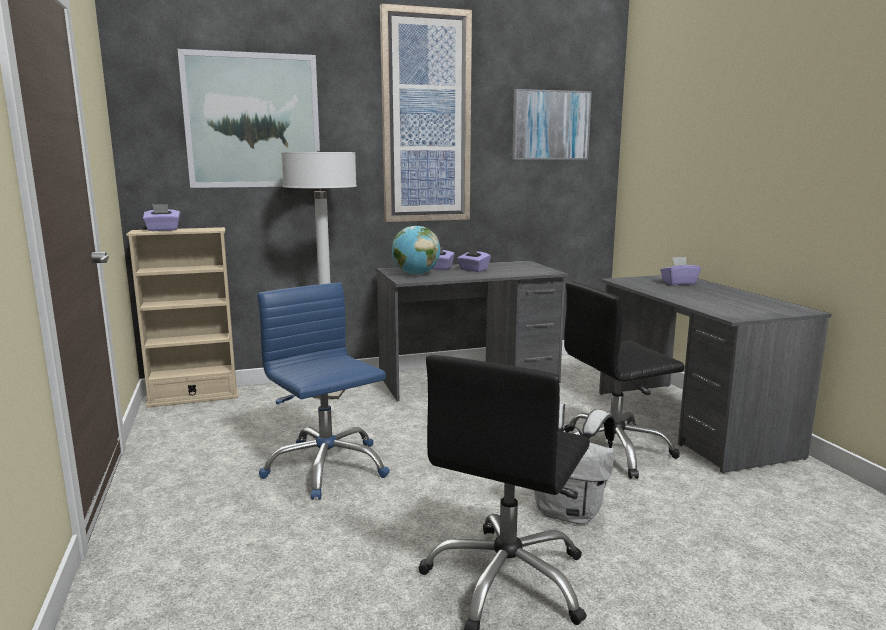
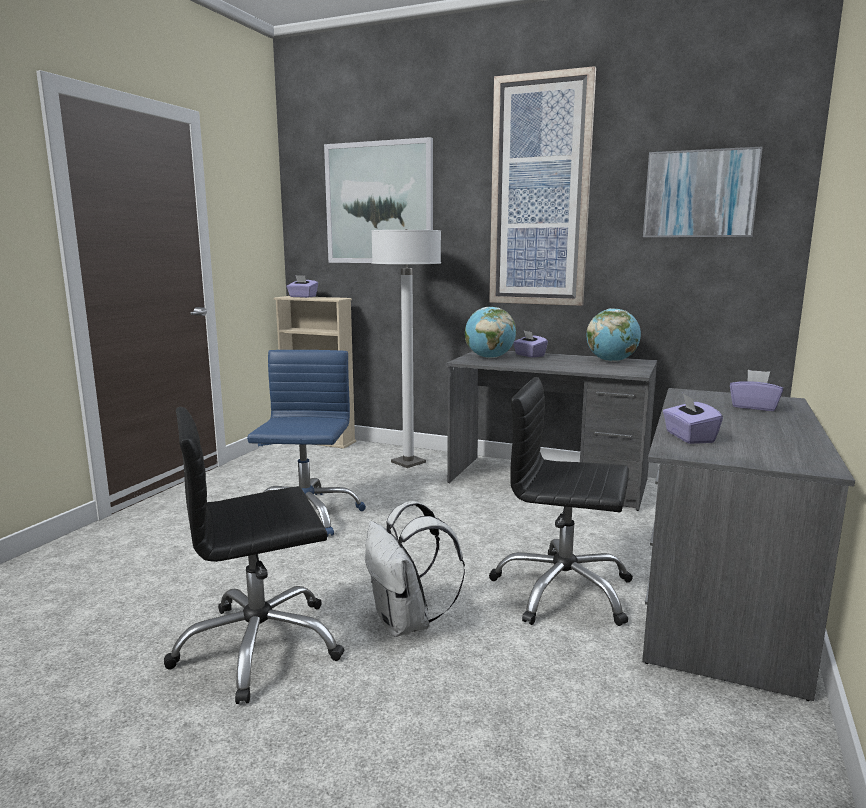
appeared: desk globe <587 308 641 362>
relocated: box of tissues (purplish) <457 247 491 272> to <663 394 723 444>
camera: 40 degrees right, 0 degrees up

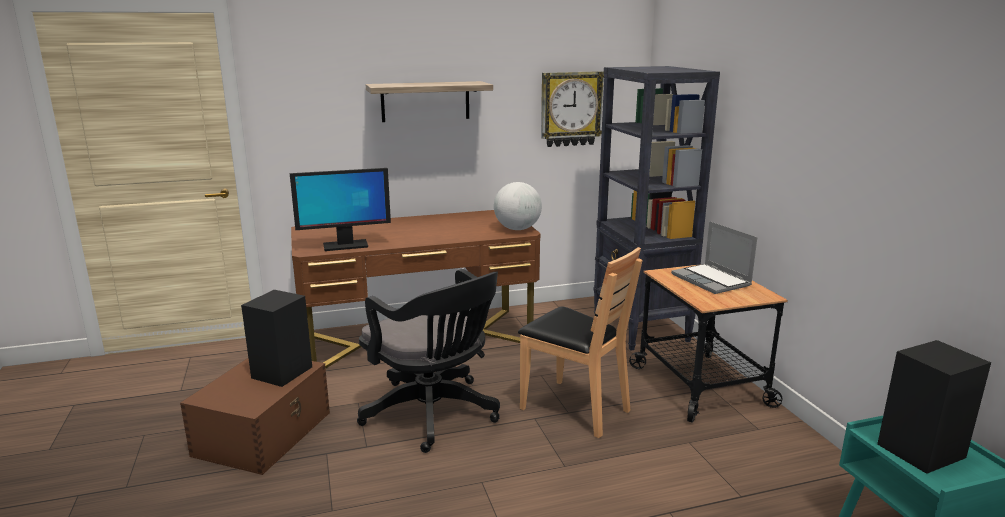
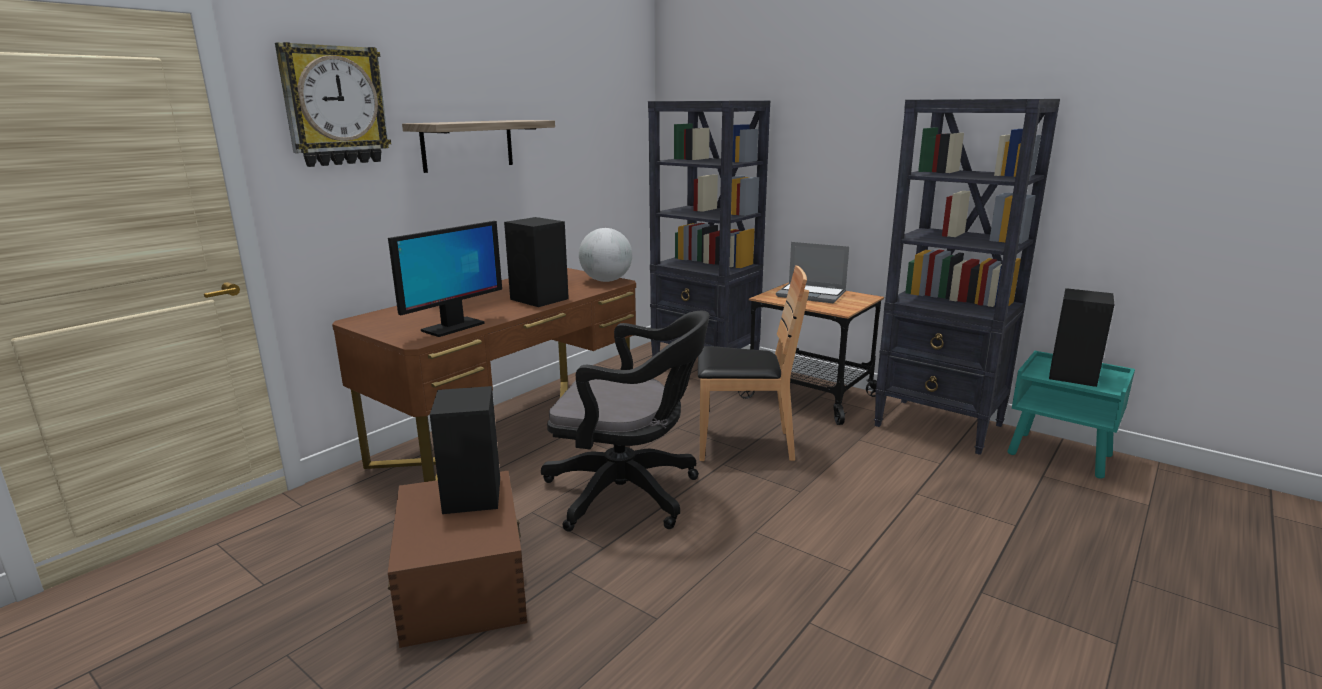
appeared: speaker (black) <504 217 569 307>; shelving unit (black) <874 99 1060 455>
relocated: clock on the wall <541 71 604 147> to <275 42 391 167>
camera: 35 degrees left, 0 degrees up

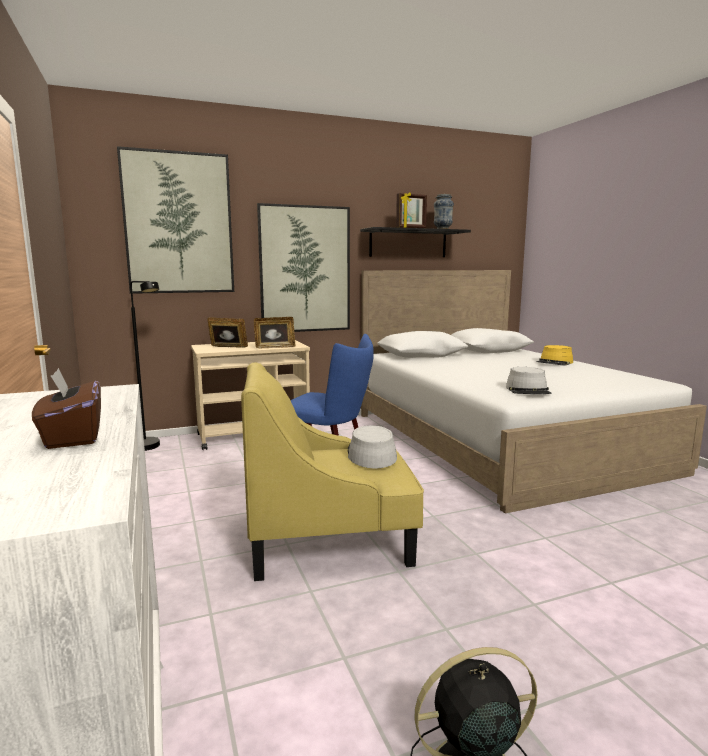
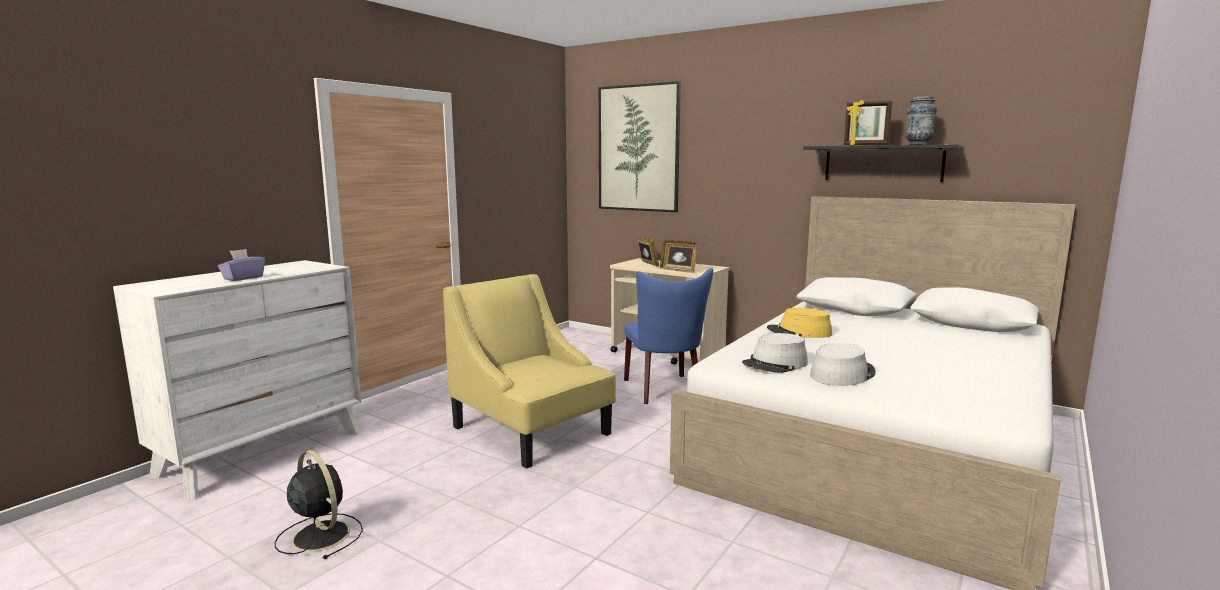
missing: standing lamp (black) <130 281 160 451>; picture <257 203 350 332>
relocated: hat (grey) <348 425 397 468> to <810 343 876 386>; hat (yellow-coloured) <536 345 573 366> to <767 308 832 338>
colour: box of tissues (brown-coloured) <32 368 101 449> to box of tissues (purplish) <218 249 265 281>
camera: 55 degrees right, 0 degrees up

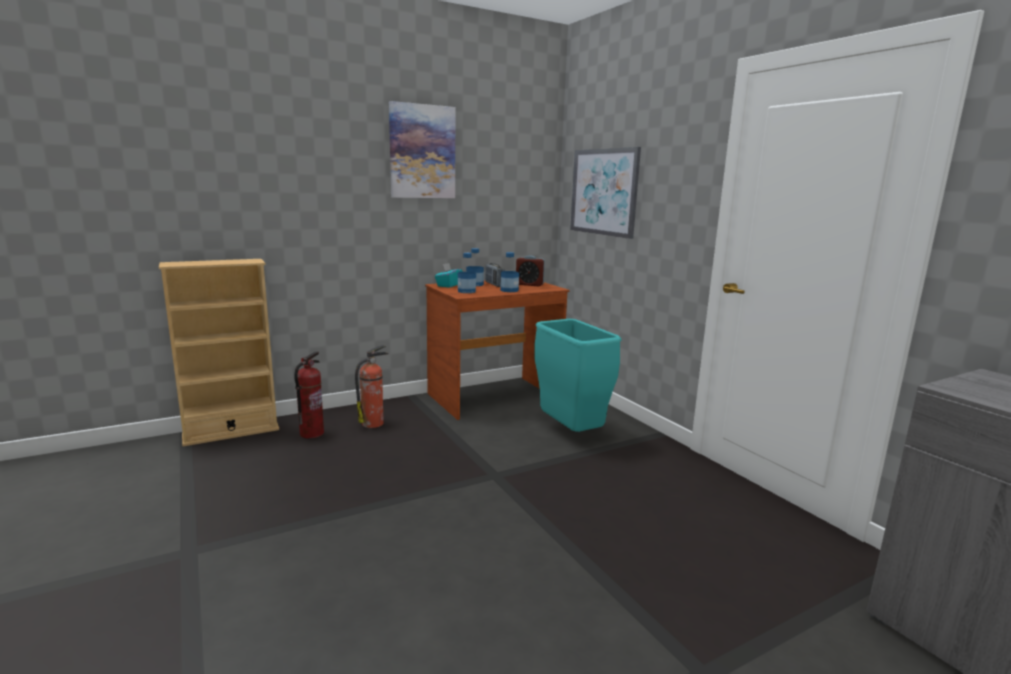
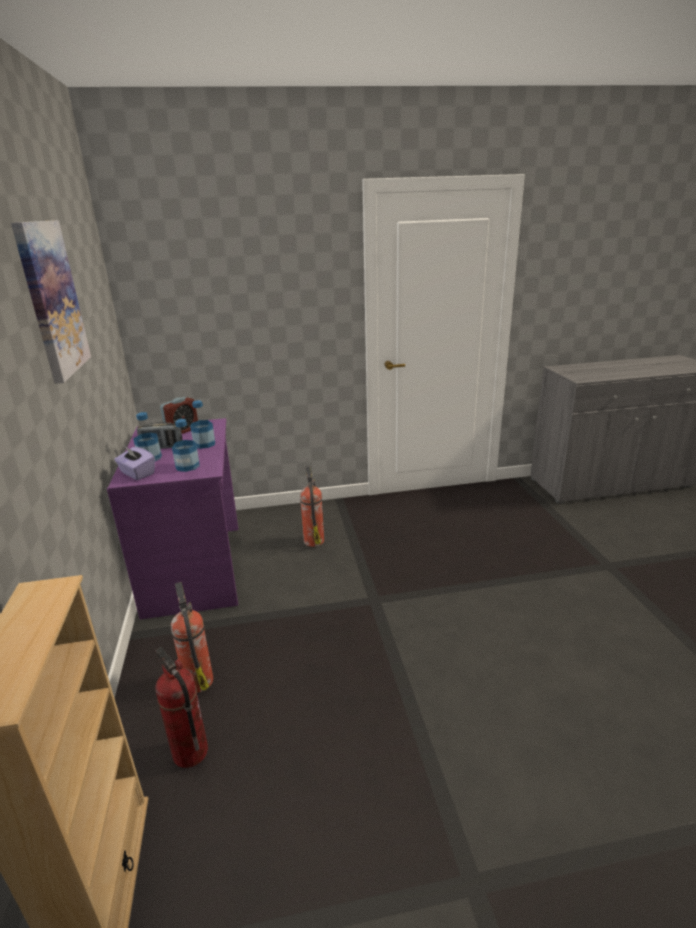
missing: picture <570 147 641 239>
exchanged: rubbish bin (blue-green) <534 319 621 432> to extinguisher <300 466 324 547>
colour: desk table (brown-coloured) <425 280 569 420> to desk table (purplish) <107 418 238 620>; box of tissues (blue-green) <435 263 462 288> to box of tissues (purplish) <114 447 155 480>
camera: 70 degrees left, 10 degrees up

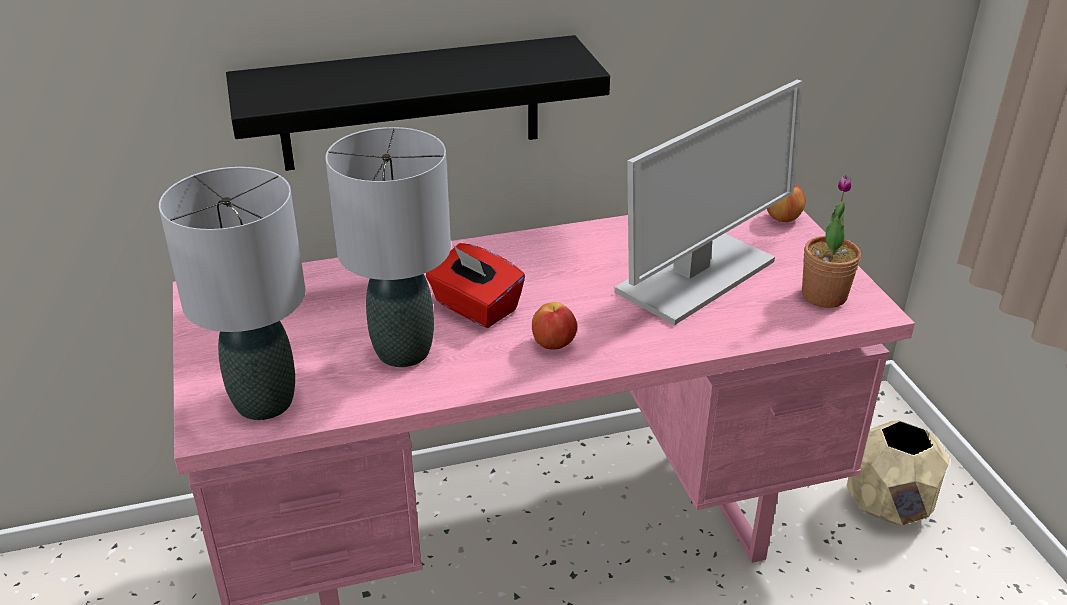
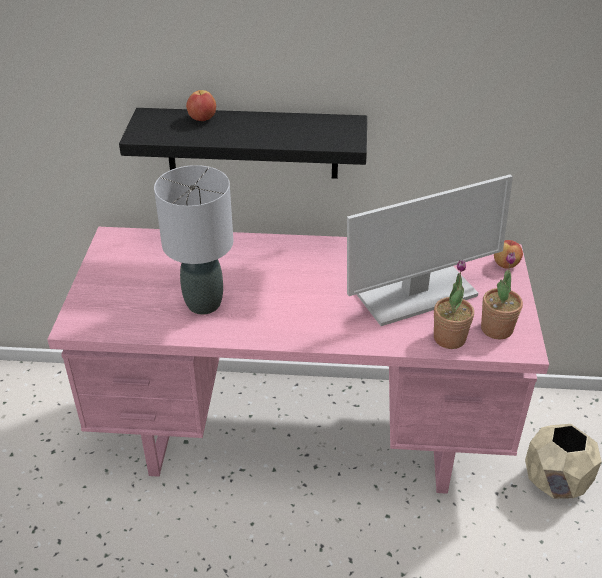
missing: tabletop lamp (grey) <159 167 306 420>; box of tissues (red-coloured) <426 243 525 328>
appeared: potted plant <434 260 474 349>
relocated: whole apple <532 302 577 350> to <186 90 216 121>
camera: 20 degrees right, 5 degrees up

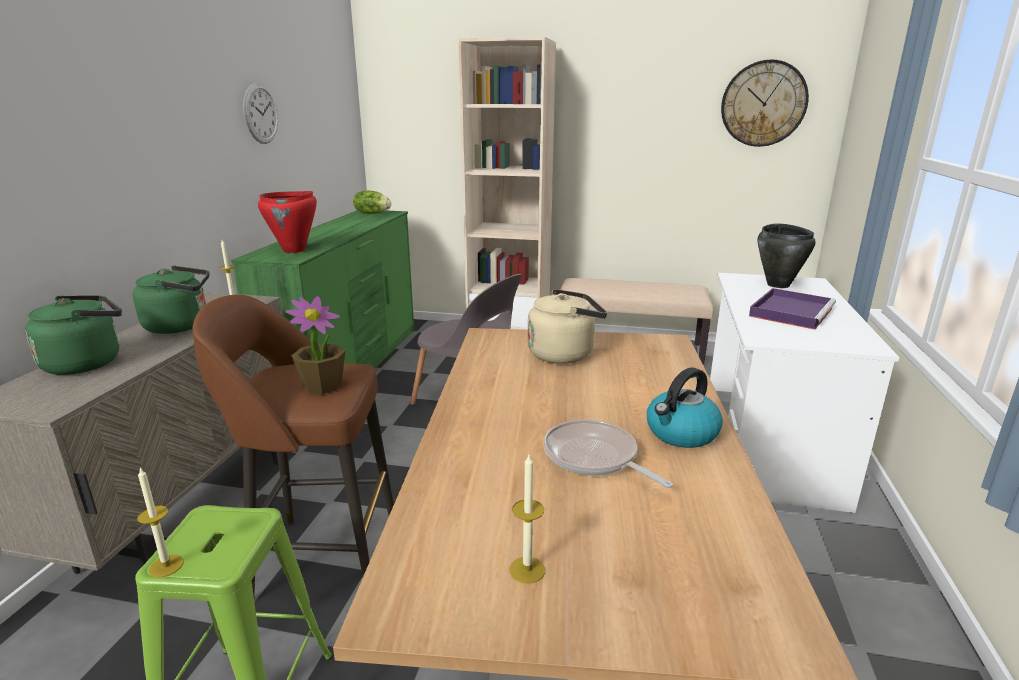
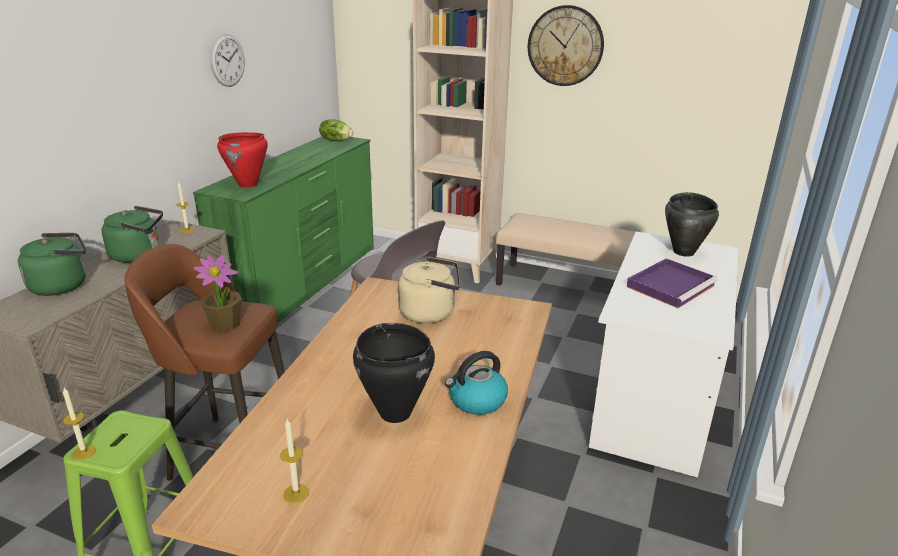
relocated: clock on the wall <721 60 809 147> to <528 5 604 86>
exchanged: frying pan <543 419 673 488> to cooking pot (black) <353 323 435 423>
camera: 10 degrees right, 5 degrees up

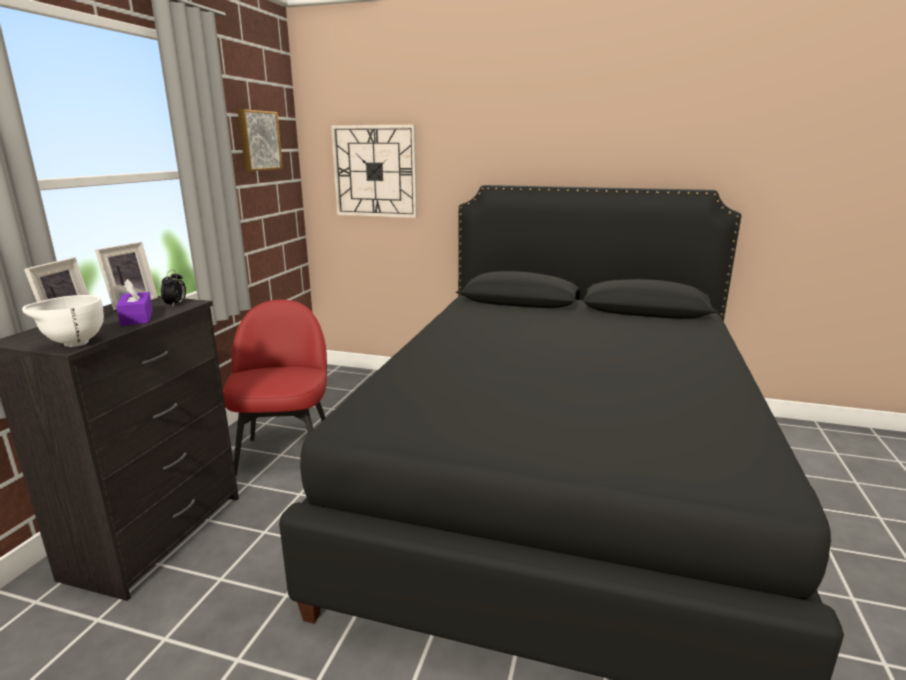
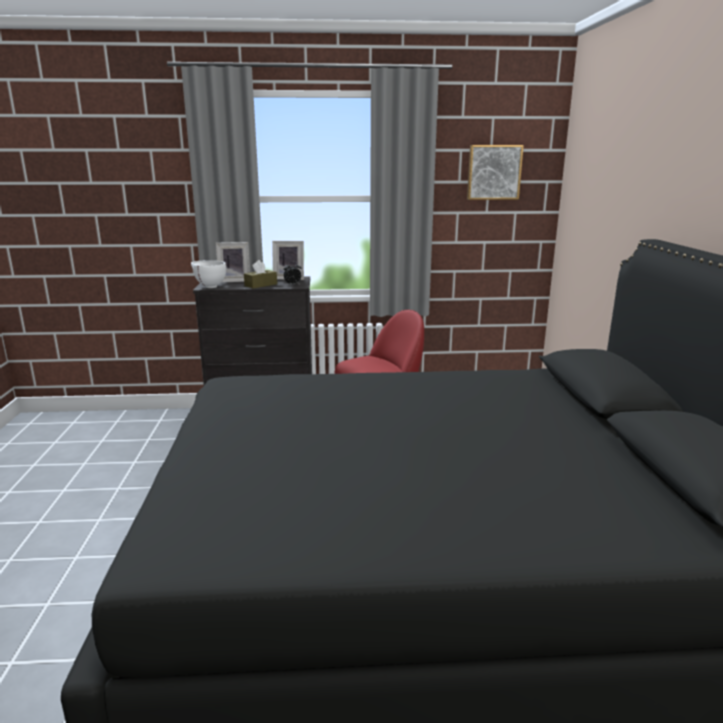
missing: clock on the wall <331 125 417 218>
colour: box of tissues (purplish) <116 279 153 326> to box of tissues (brown-coloured) <244 260 277 288>
camera: 70 degrees right, 0 degrees up

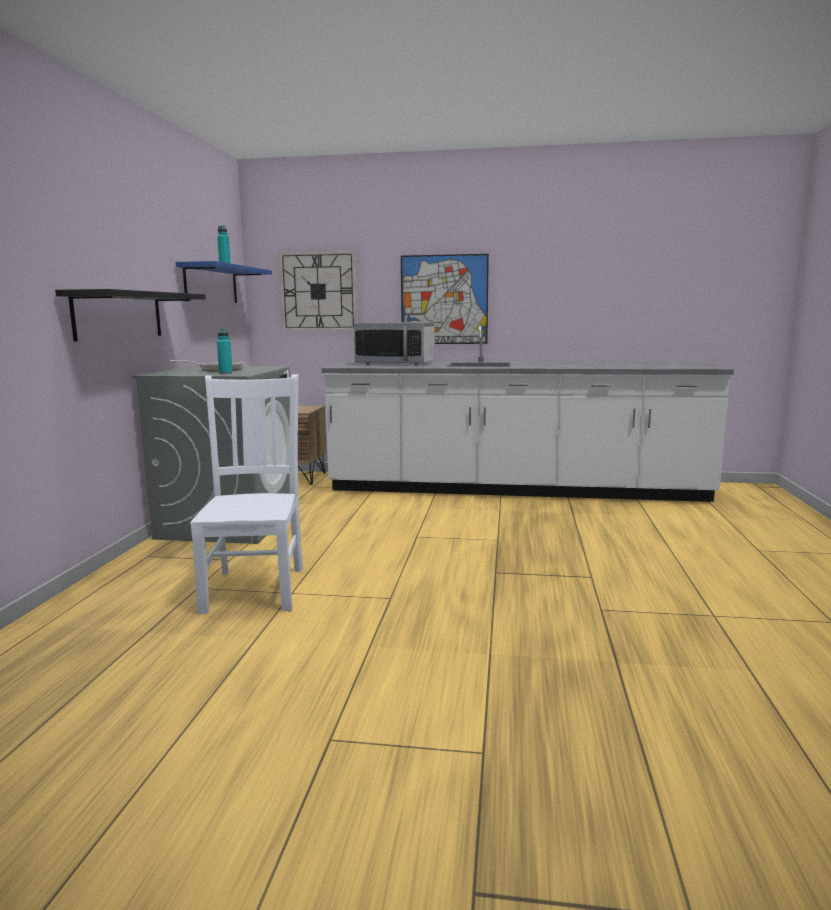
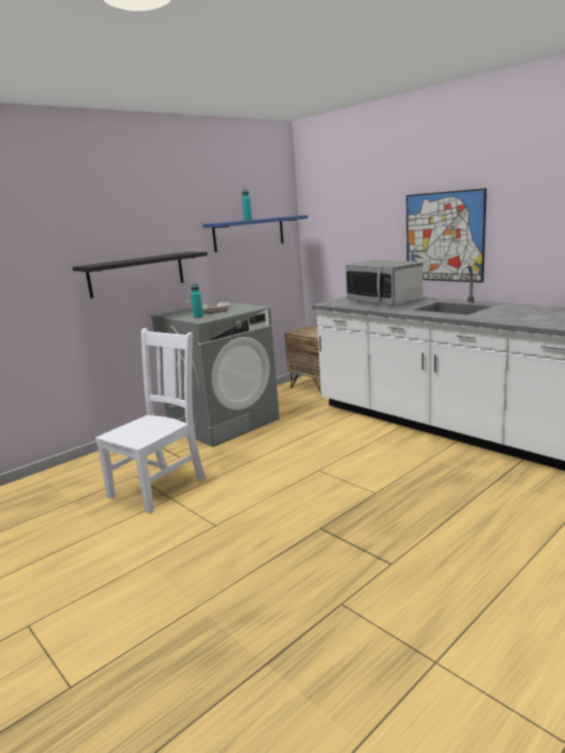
missing: clock on the wall <279 251 357 331>
camera: 40 degrees right, 5 degrees up

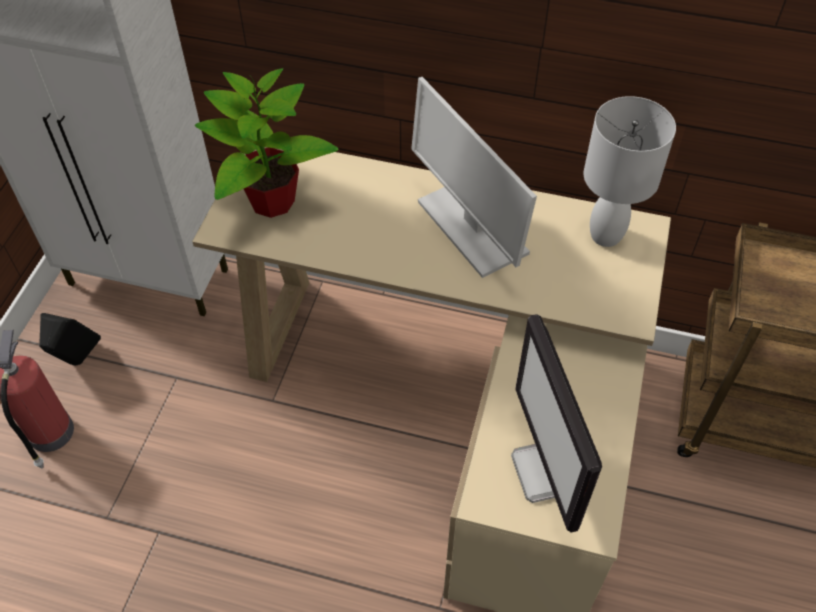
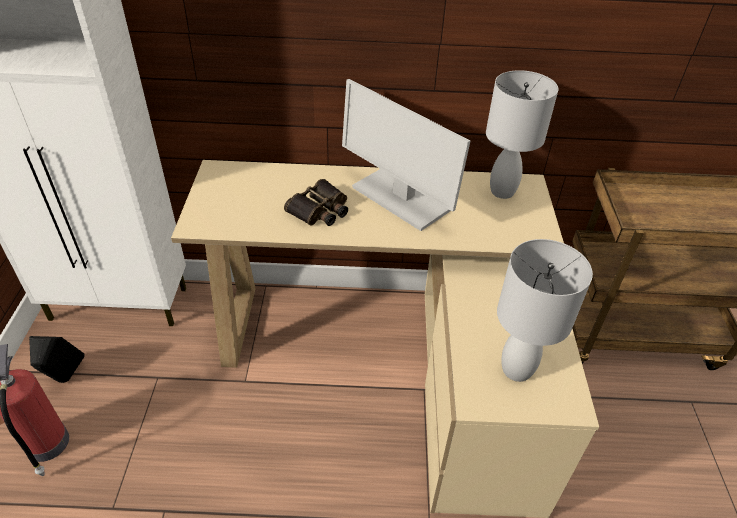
missing: potted plant <195 68 339 218>
appeared: binoculars <284 179 348 226>
exchanged: computer display <511 314 602 533> to tabletop lamp (whitish) <497 239 593 382>
camera: 15 degrees left, 10 degrees down

